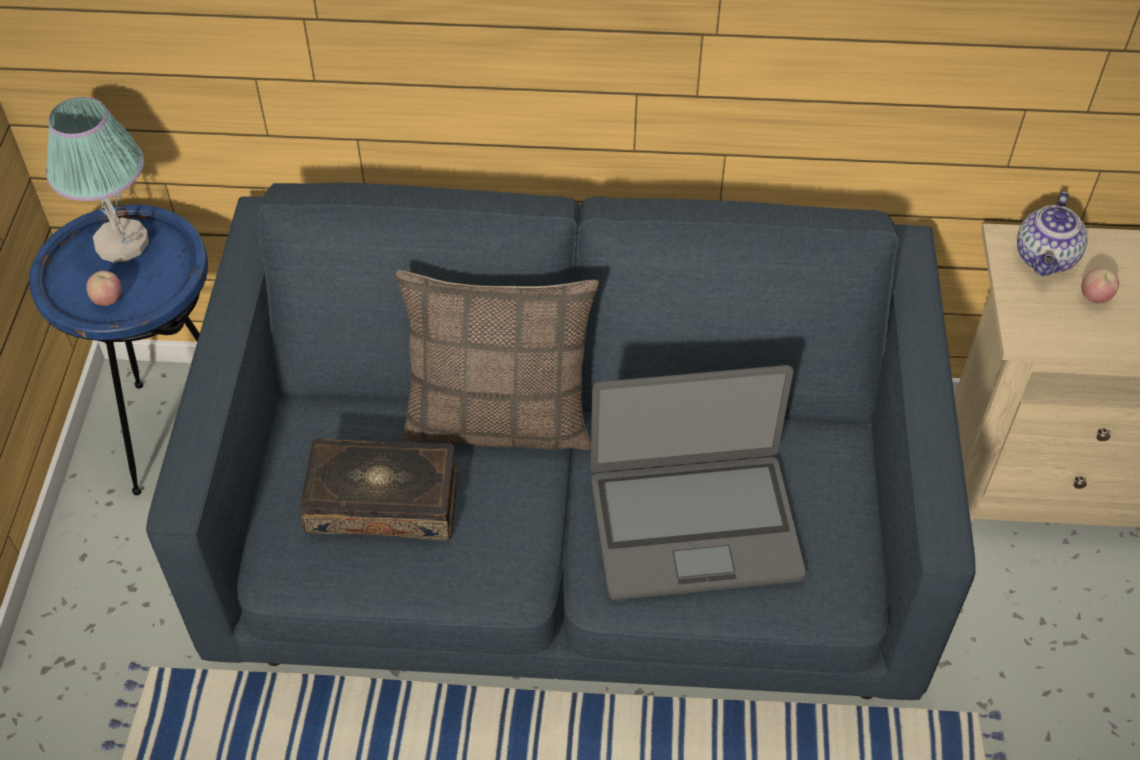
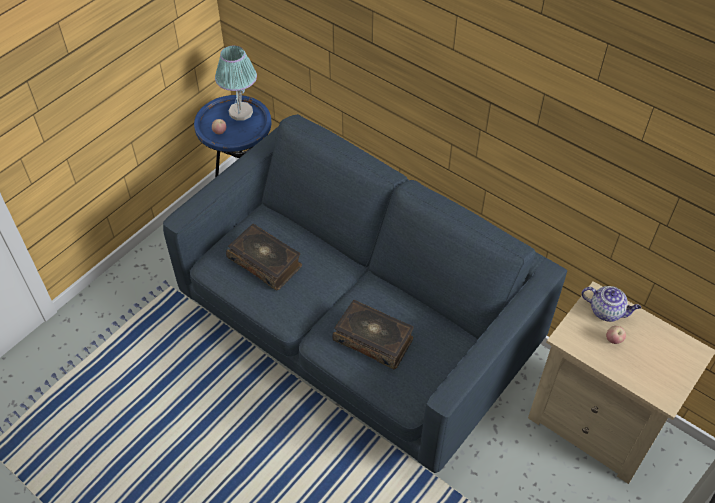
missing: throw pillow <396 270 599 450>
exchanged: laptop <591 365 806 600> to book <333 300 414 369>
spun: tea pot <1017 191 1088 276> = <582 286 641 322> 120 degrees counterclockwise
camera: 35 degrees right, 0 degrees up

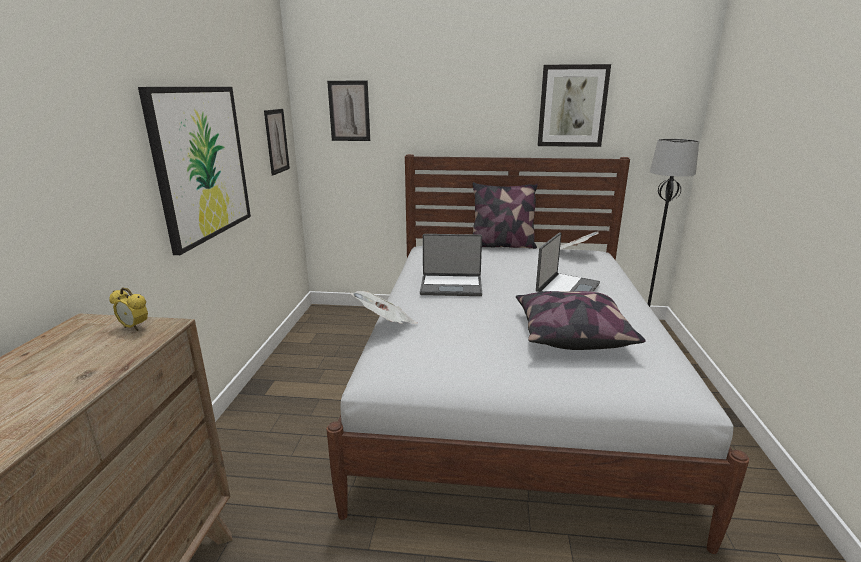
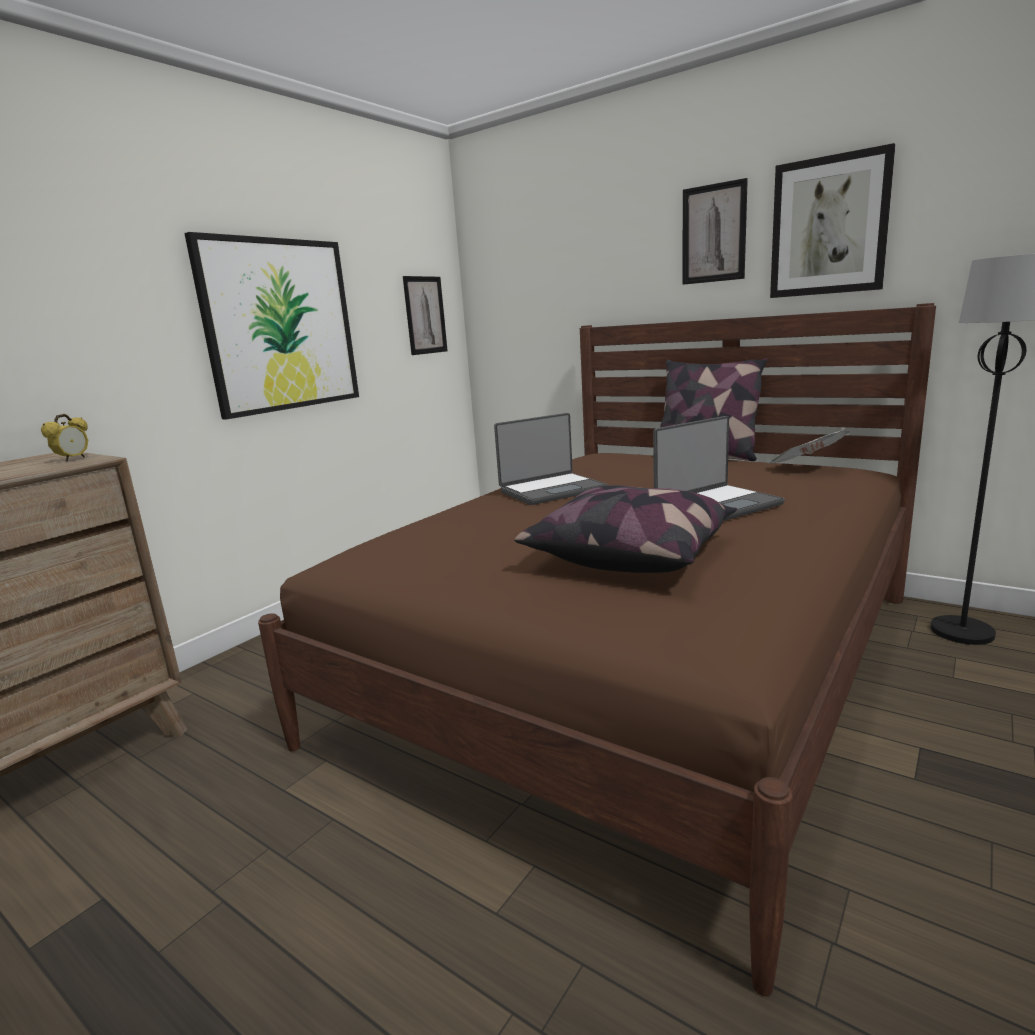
missing: daily paper <350 291 417 324>
relocated: picture <327 81 370 141> to <682 178 748 285>
colour: bedroom bed (whitish) <327 154 749 554> to bedroom bed (brown-coloured) <258 303 936 996>
spun: alarm clock <109 288 148 331> = <41 414 88 462> 120 degrees counterclockwise; laptop <420 234 482 296> = <494 413 607 505> 60 degrees counterclockwise
camera: 30 degrees right, 5 degrees down

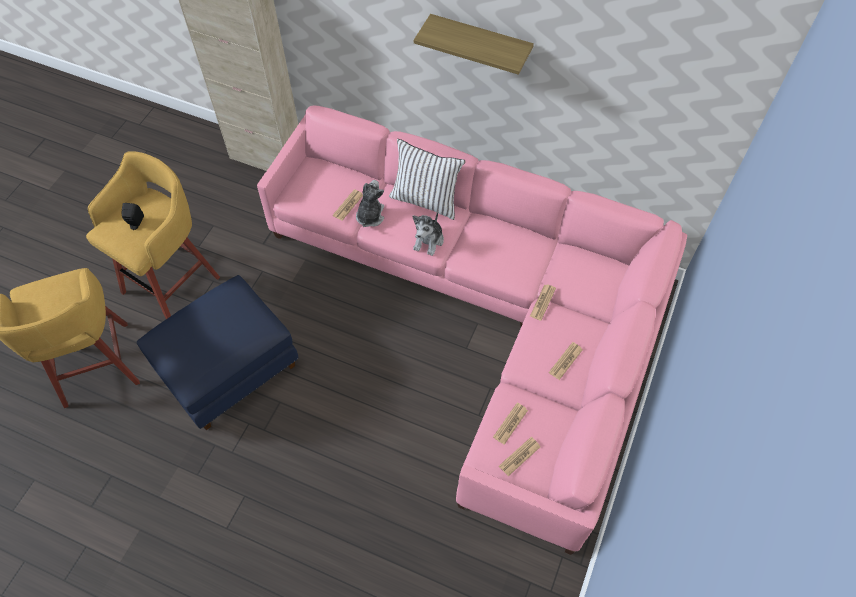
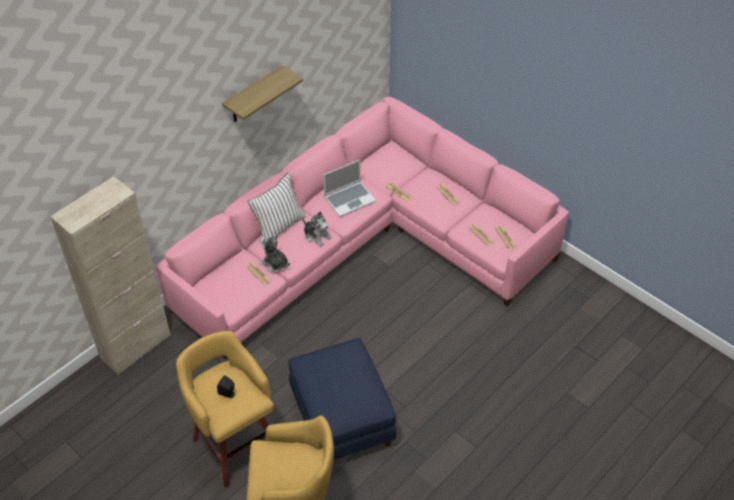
appeared: laptop <323 160 376 217>
camera: 70 degrees left, 10 degrees down

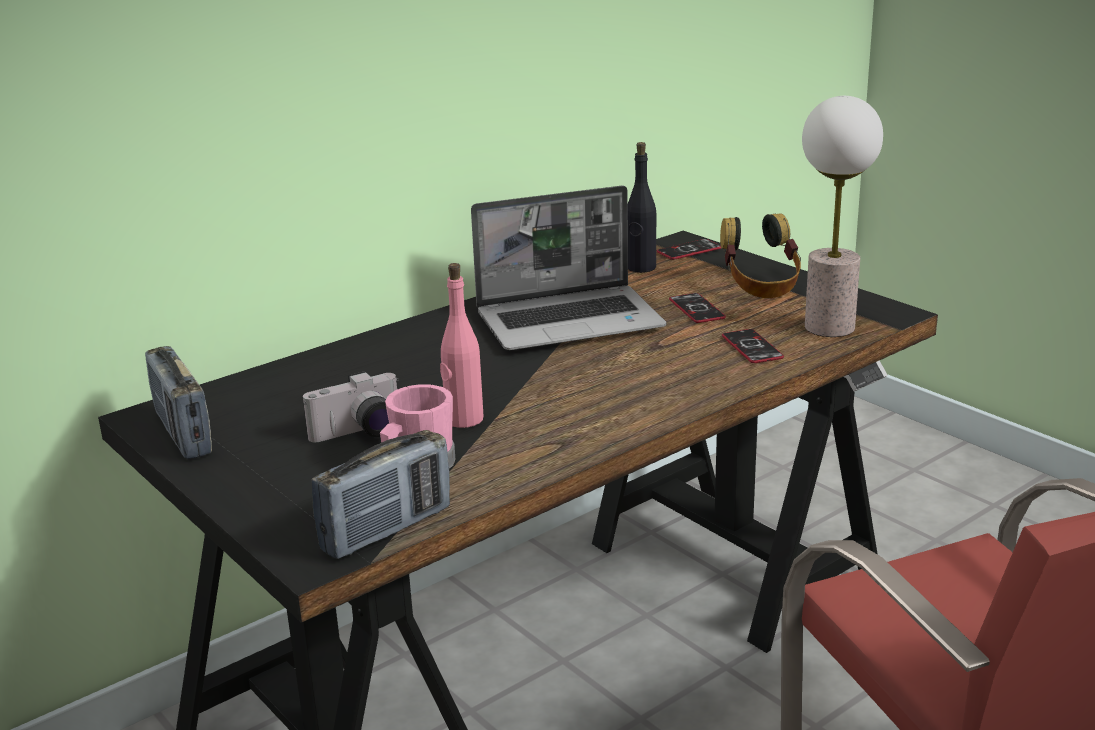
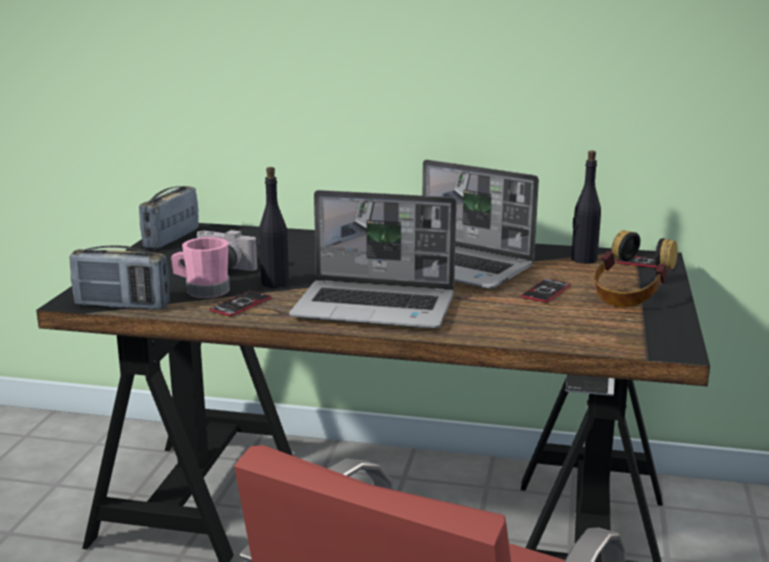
missing: tabletop lamp <802 96 883 337>
appeared: laptop <289 190 457 328>
relocated: telephone <722 329 784 363> to <209 291 271 316>
colour: drink bottle (pink-coloured) <440 263 484 428> to drink bottle (black) <258 167 289 288>
camera: 50 degrees right, 5 degrees down

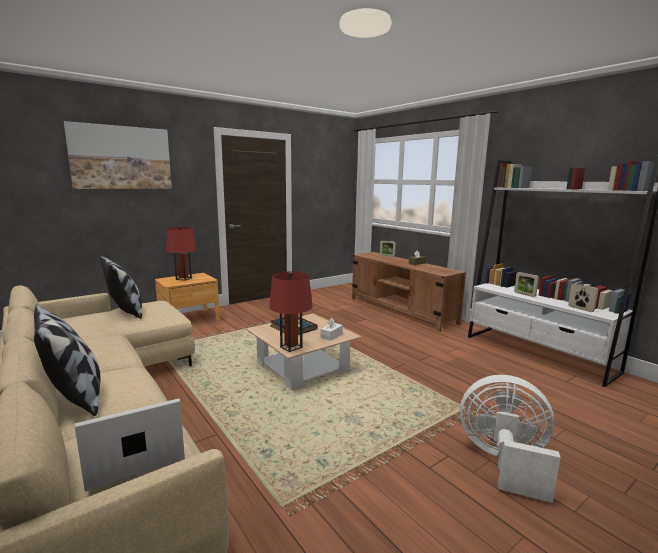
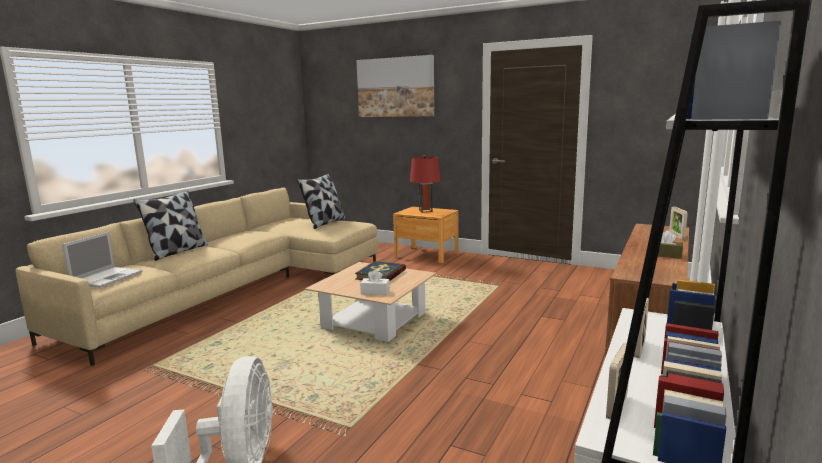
missing: tabletop lamp (red-coloured) <269 271 313 352>
spun: laptop <75 398 185 491> = <62 232 143 288> 75 degrees clockwise
camera: 65 degrees right, 0 degrees up

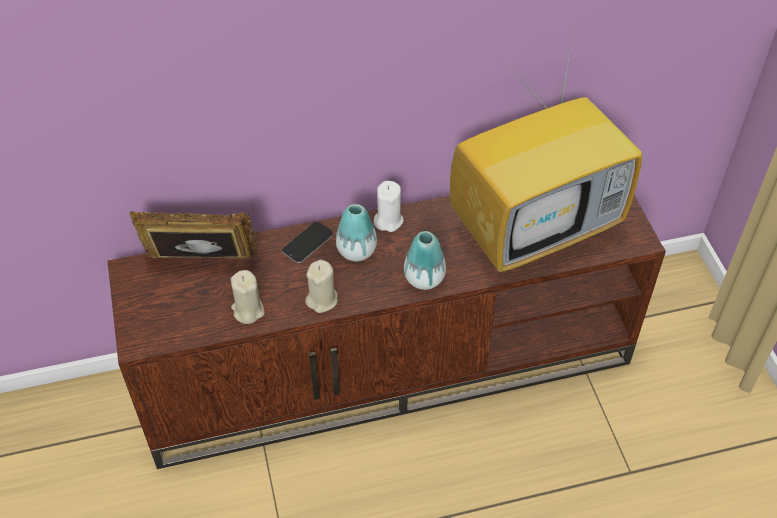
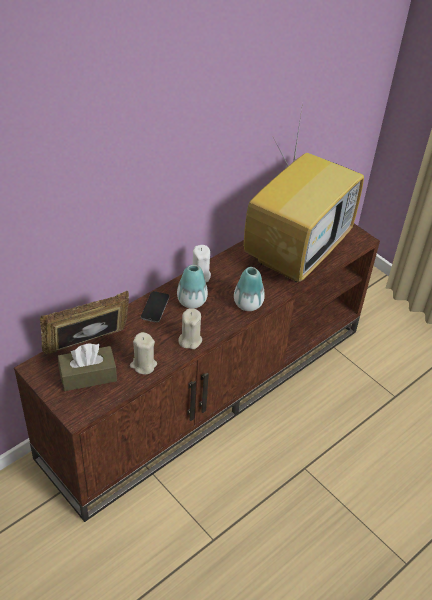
appeared: box of tissues (brown-coloured) <58 343 117 391>
camera: 30 degrees left, 5 degrees down

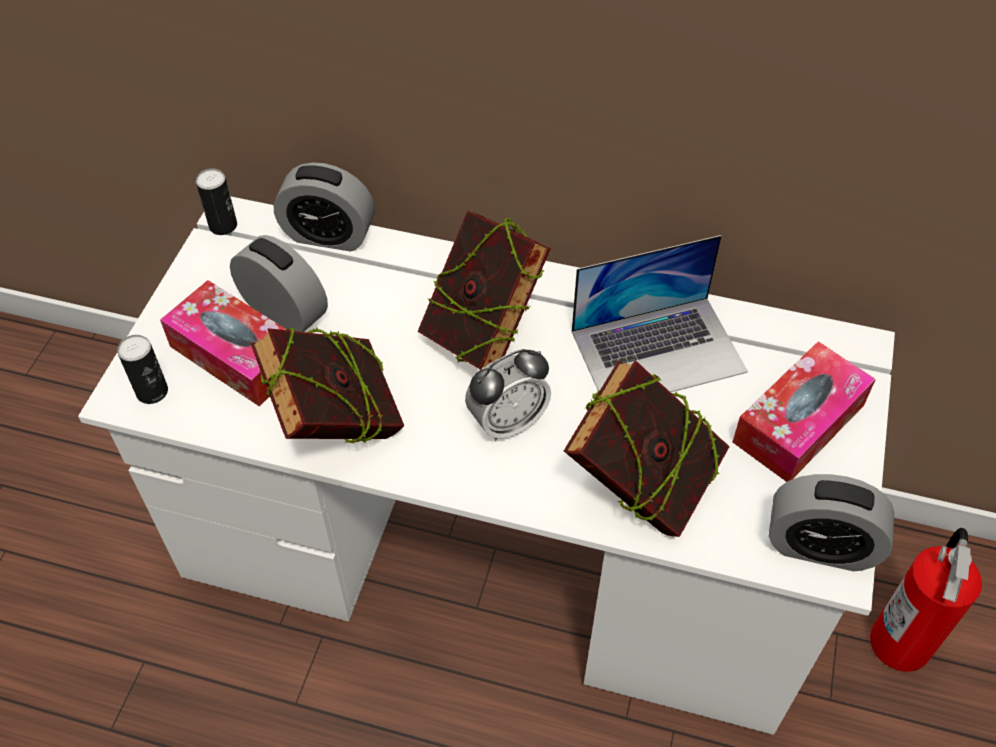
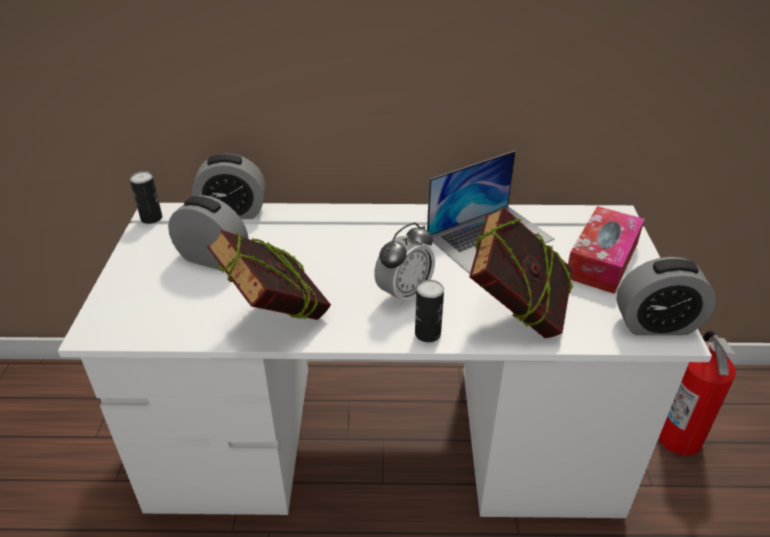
missing: box of tissues <160 280 286 406>; book <417 210 551 370>
relocated: metal can <117 335 168 404> to <415 280 444 342>
camera: 15 degrees left, 15 degrees down

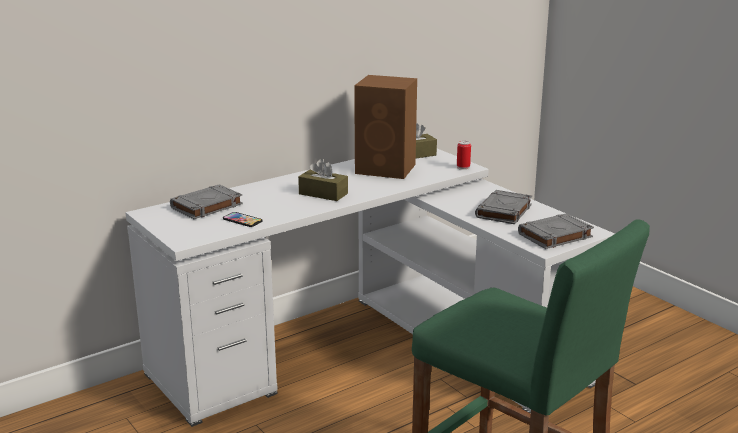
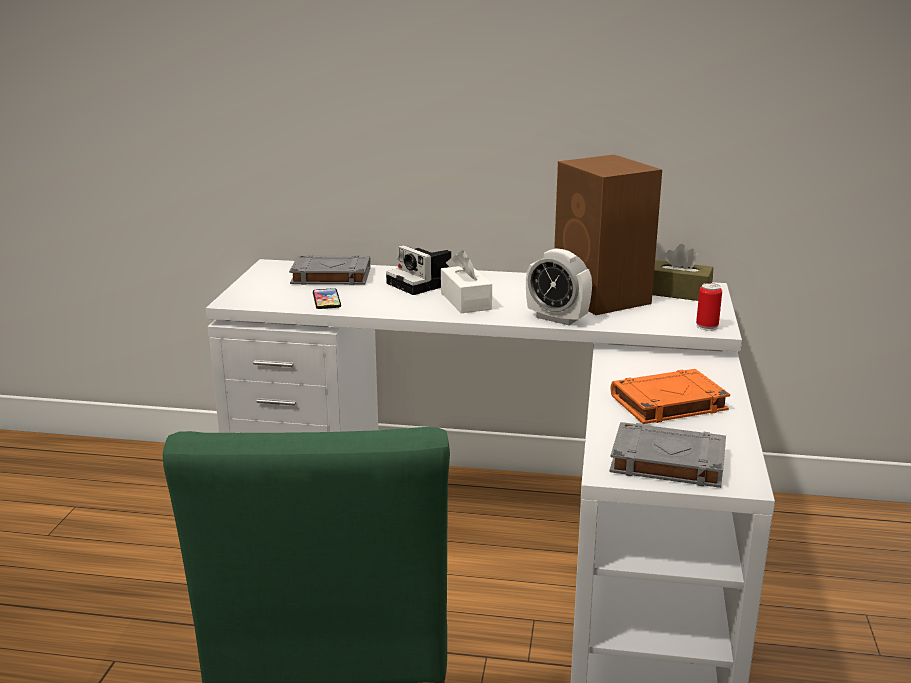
appeared: photo camera <386 245 451 295>; alarm clock <526 248 592 325>
colour: box of tissues (brown-coloured) <298 159 348 201> to box of tissues (whitish) <441 250 492 313>; book (grey) <475 190 532 224> to book (orange-coloured) <611 369 730 424>
camera: 45 degrees right, 0 degrees up

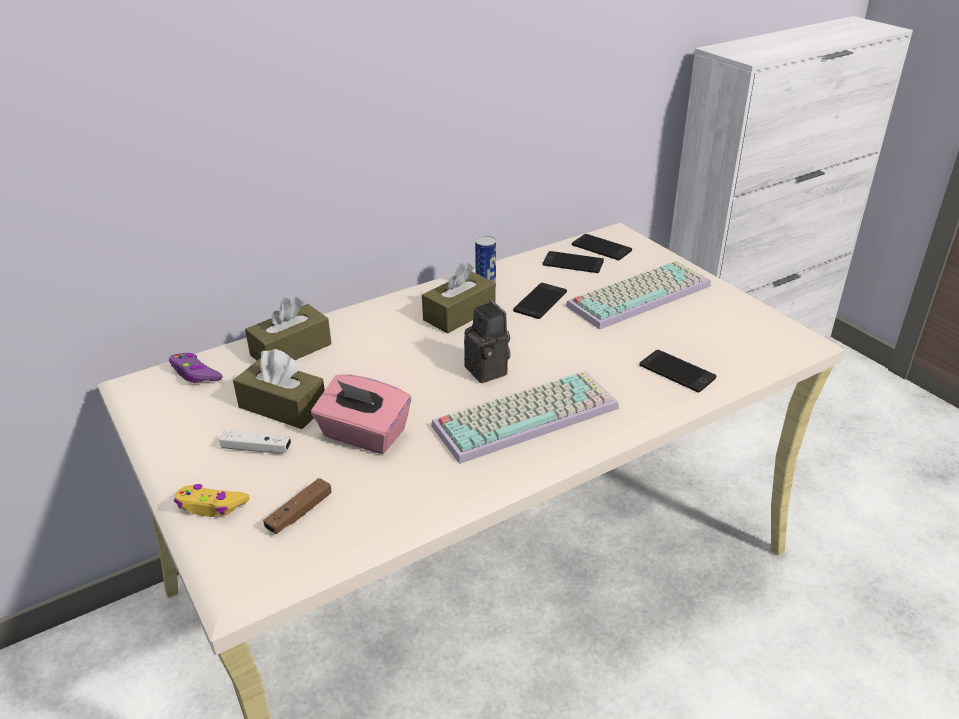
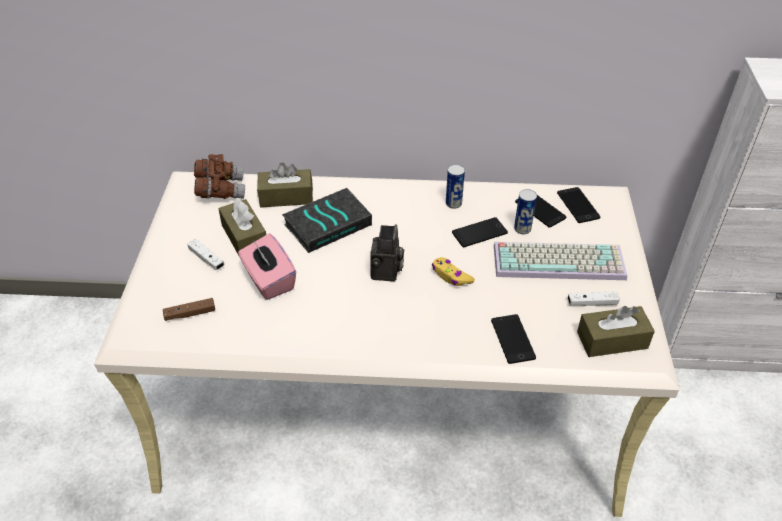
missing: PC keyboard <431 371 619 464>
appeared: book <282 188 372 253>; metal can <514 189 537 234>; gamepad (whitish) <568 291 620 306>
relocated: gamepad (yellow-coloured) <174 484 249 517> to <432 257 475 286>; box of tissues (brown-coloured) <422 263 496 334> to <577 306 655 357>
exchanged: gamepad (purplish) <169 353 223 383> to binoculars (brown-coloured) <194 154 245 199>
camera: 35 degrees right, 10 degrees up

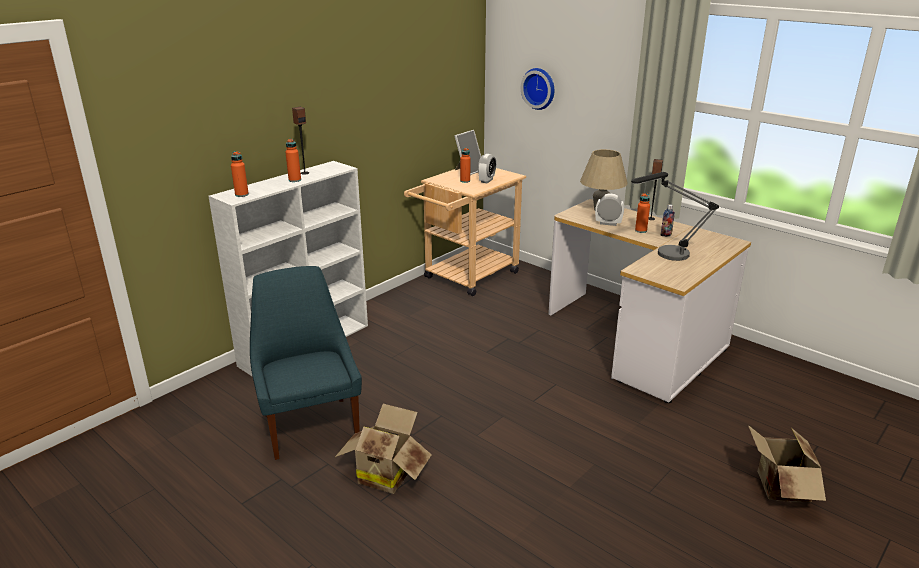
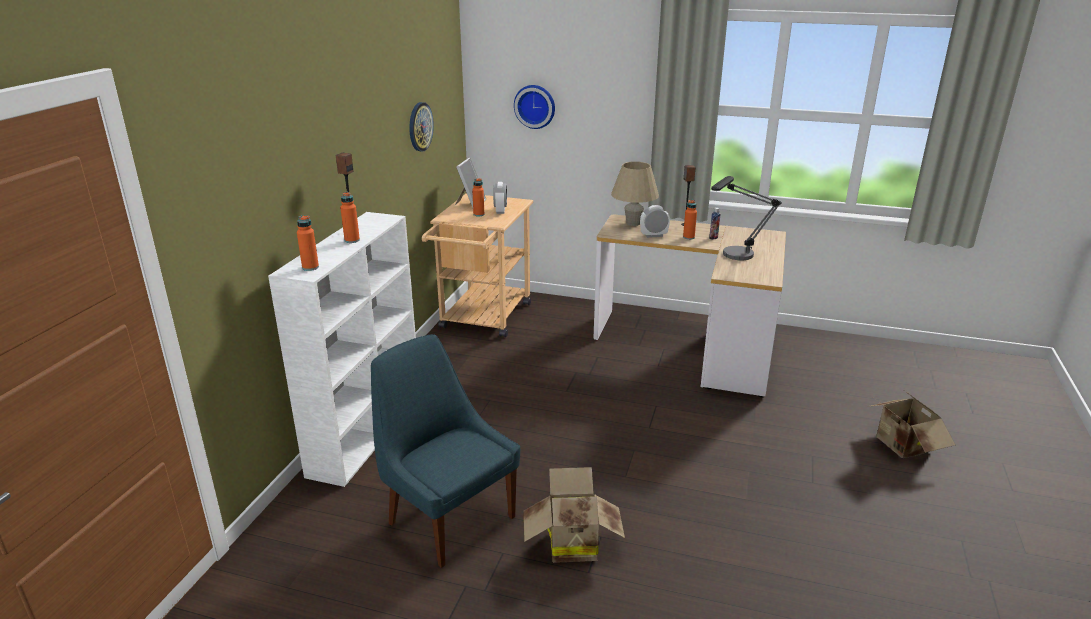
appeared: clock on the wall <409 102 434 151>
camera: 25 degrees left, 0 degrees up

